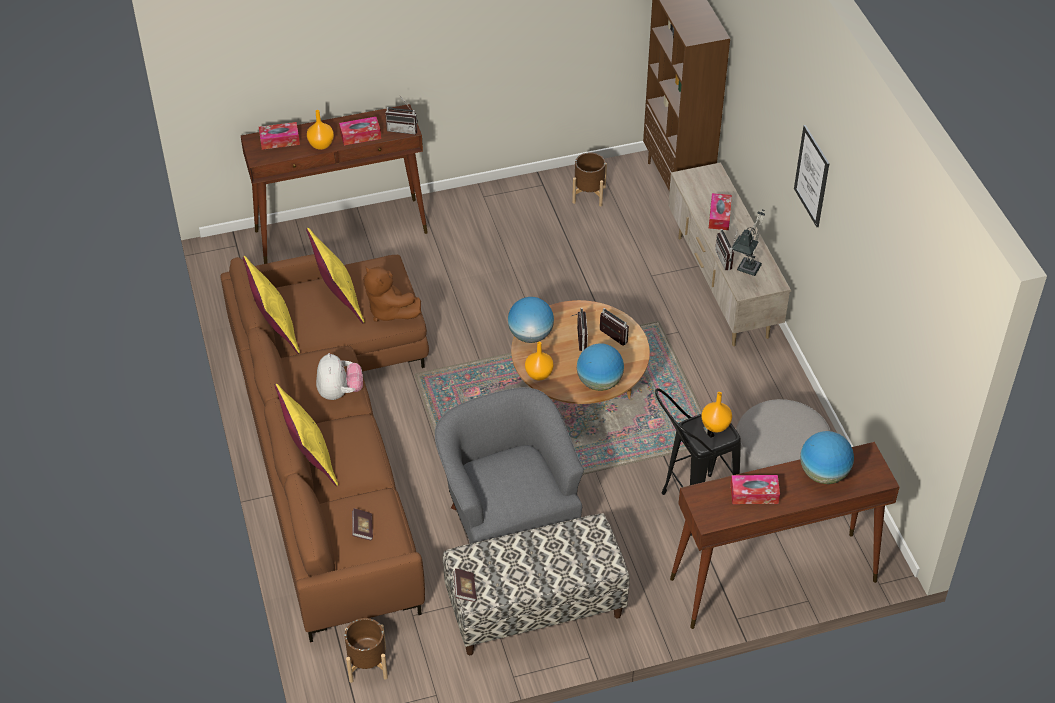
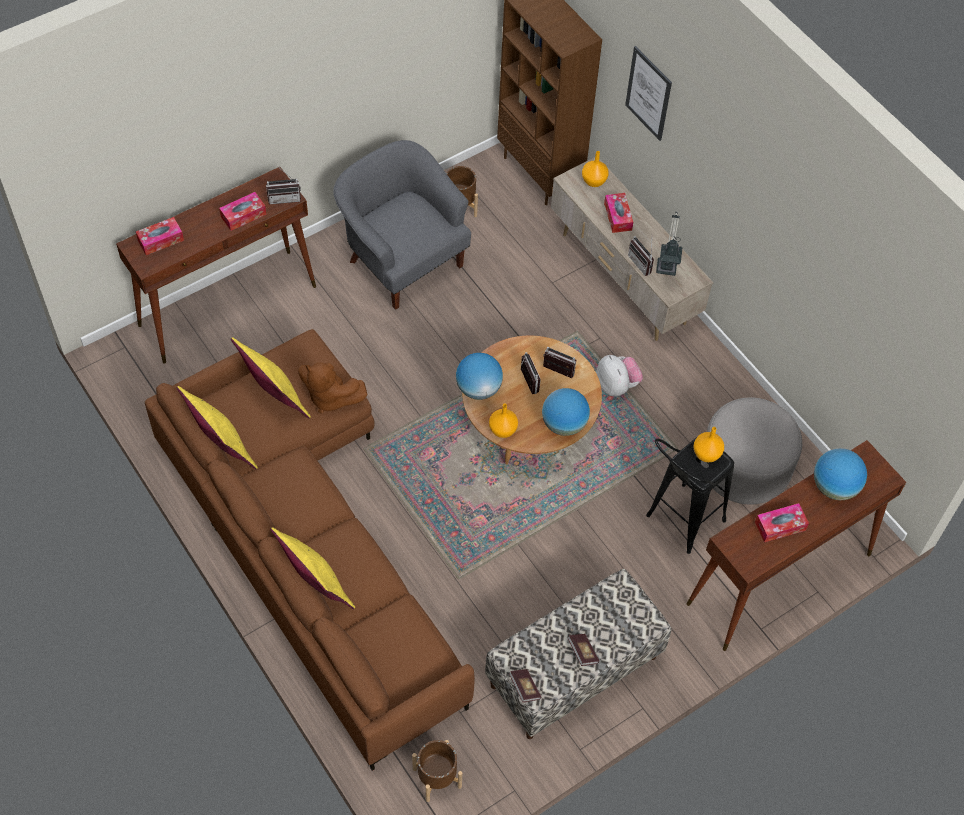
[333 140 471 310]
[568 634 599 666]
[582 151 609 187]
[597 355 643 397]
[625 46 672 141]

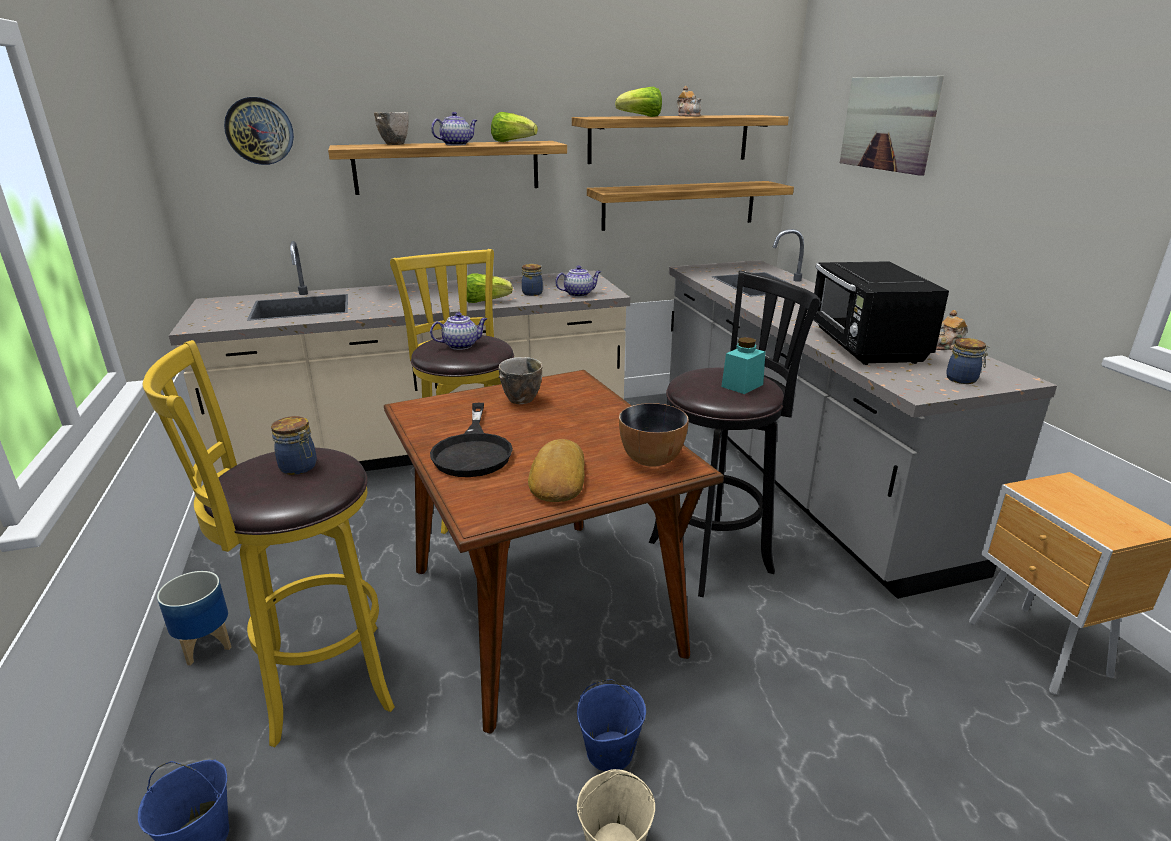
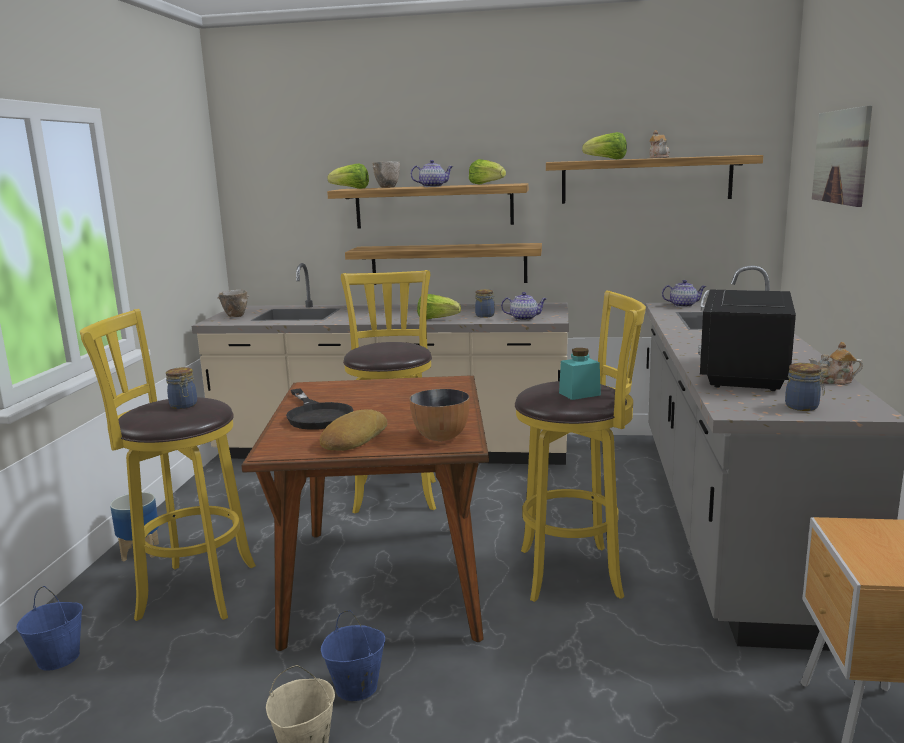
[217 290 249 317]
[286 388 353 430]
[327 163 369 189]
[345 243 542 285]
[515 291 646 602]
[662 280 706 307]
[224 97 294 165] (first image)

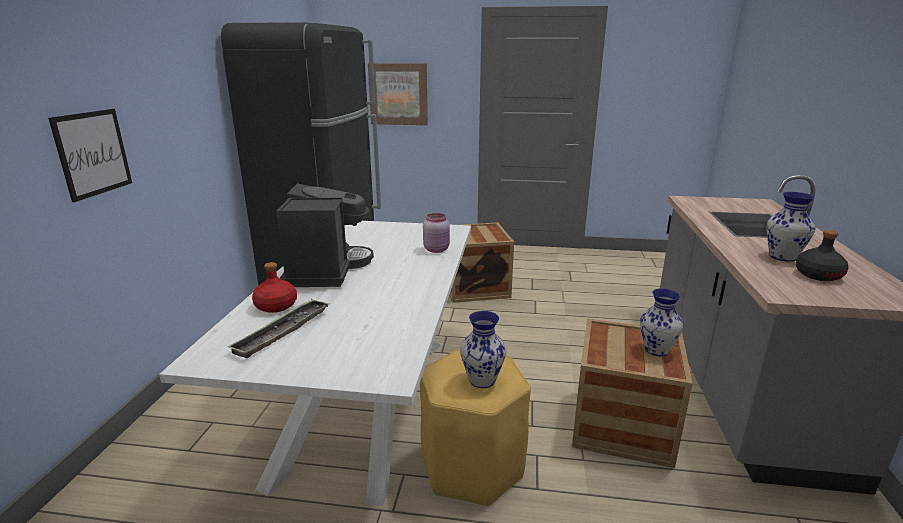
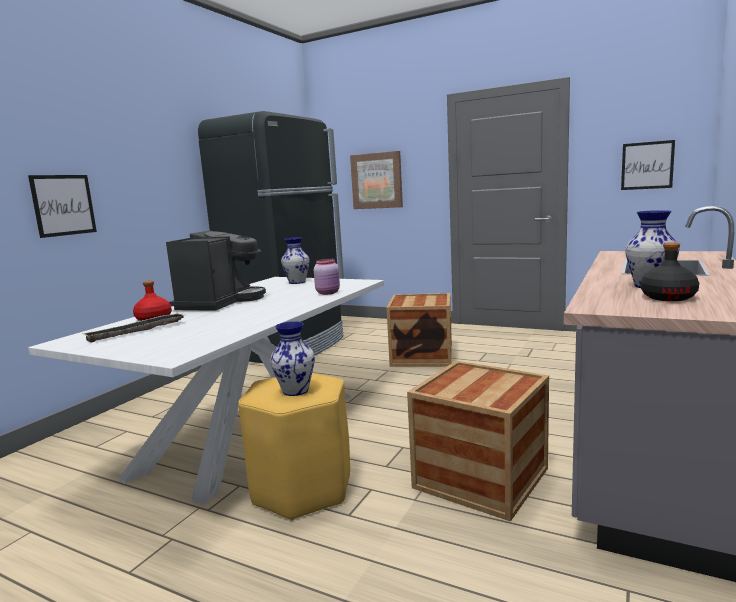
[281 237 309 284]
[621 140 675 190]

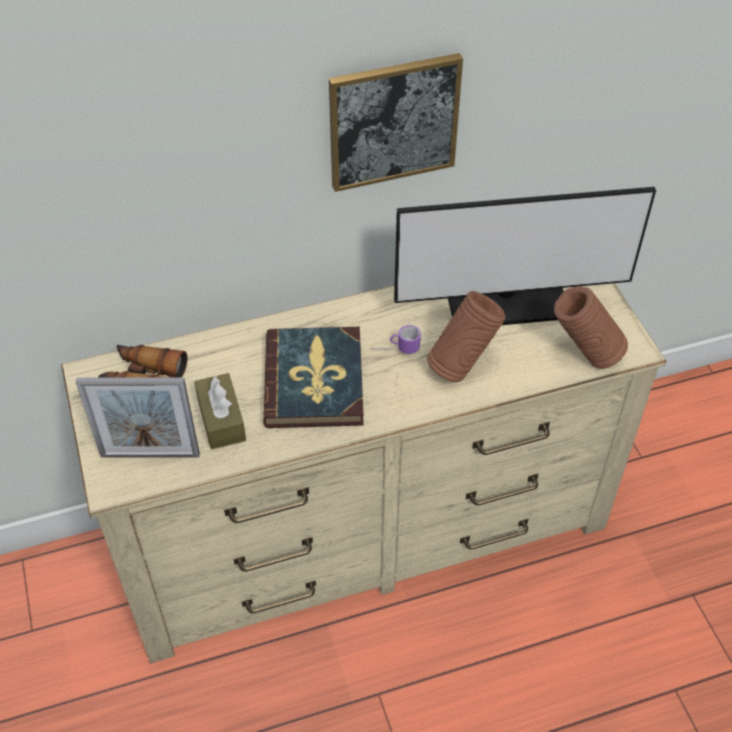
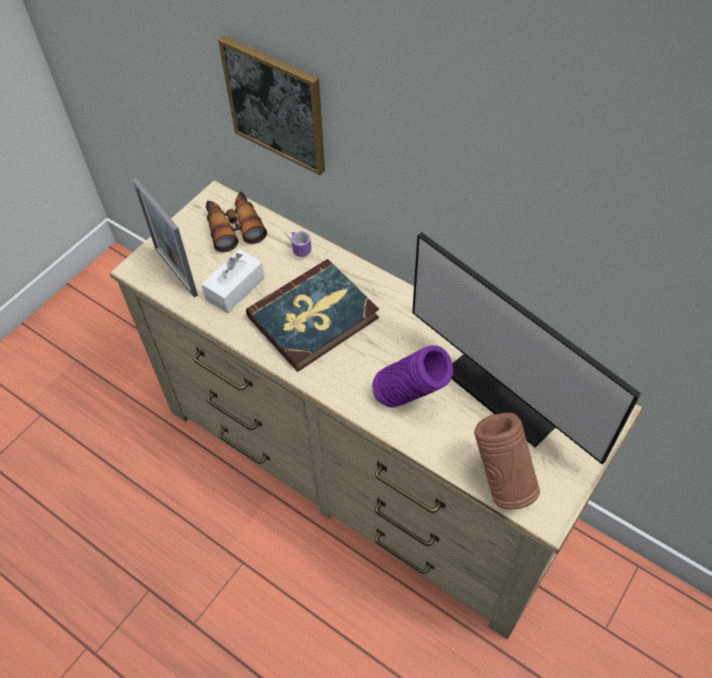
[201 249 264 313]
[218 36 325 175]
[285 231 311 257]
[372 345 453 408]

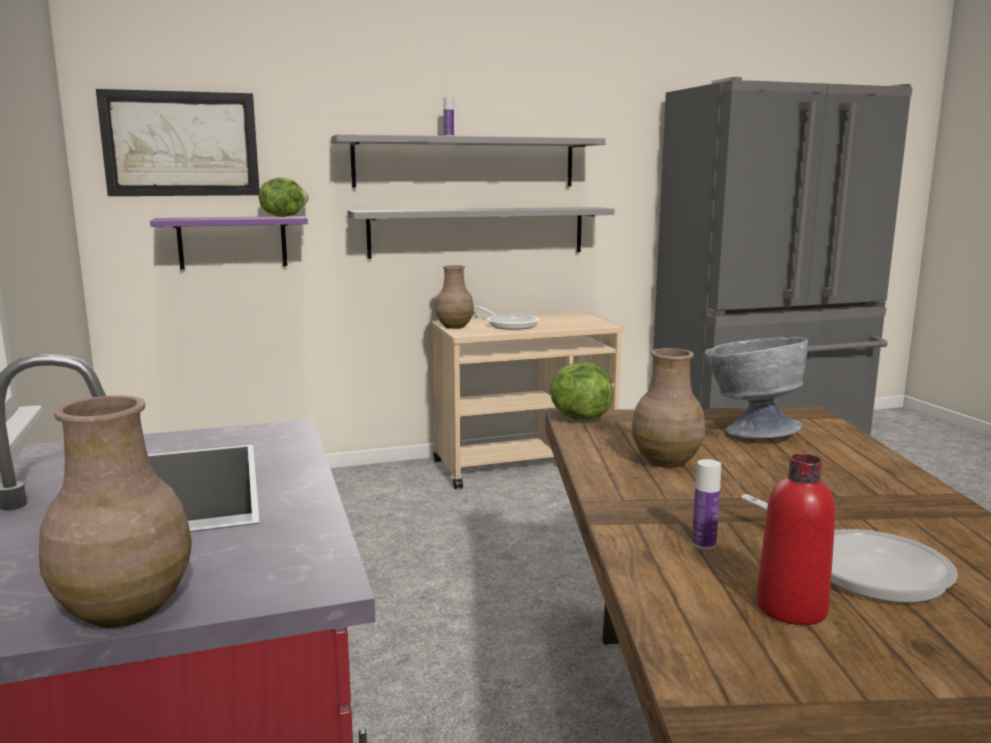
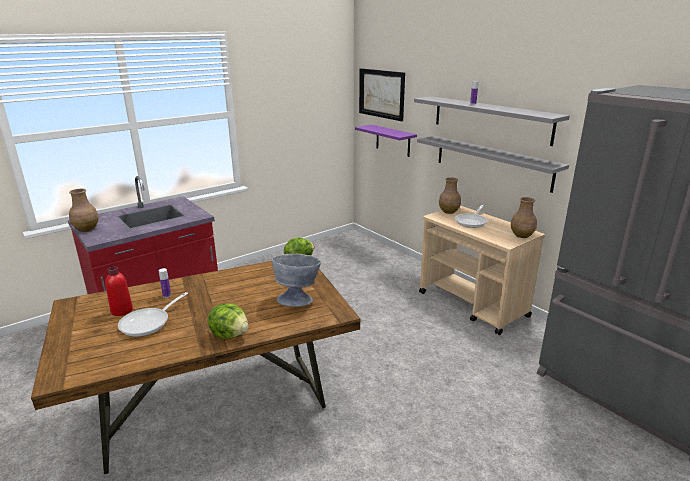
[207 303 248 339]
[511 197 537 238]

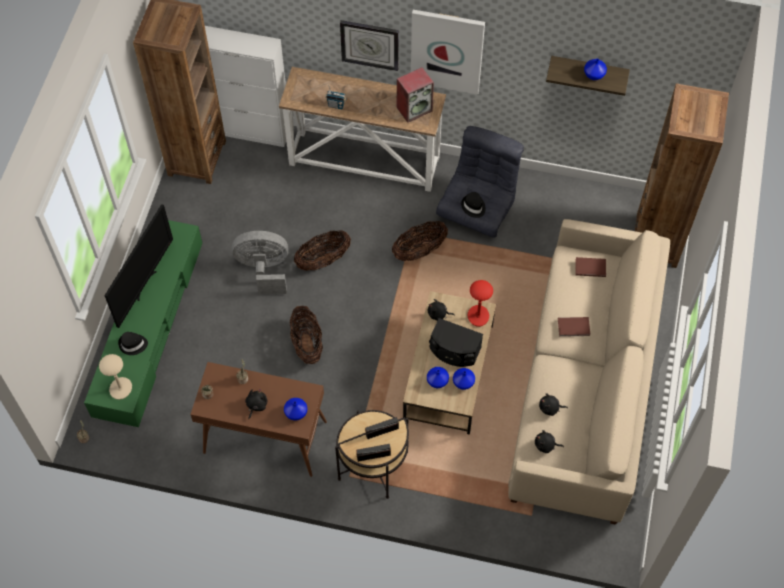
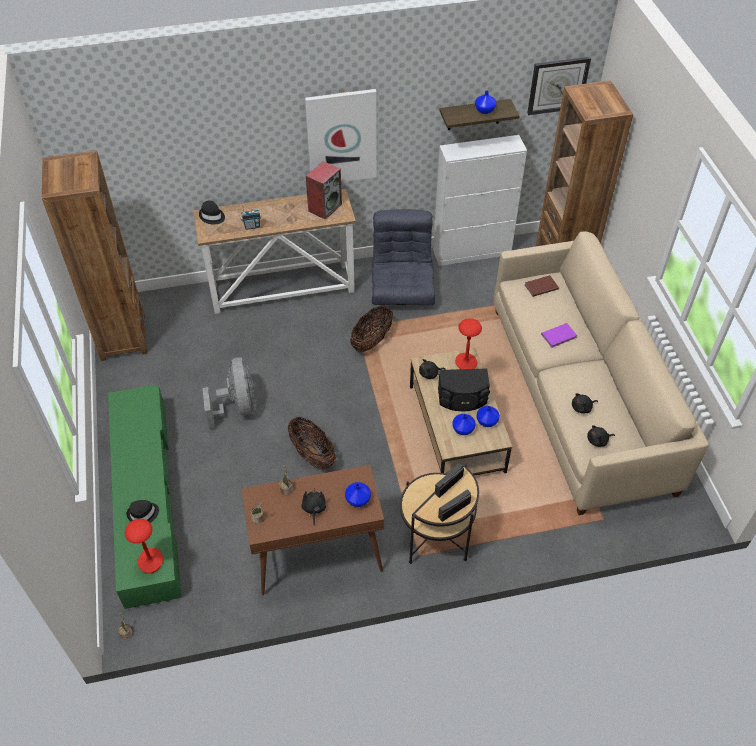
[124 519 163 574]
[199 200 225 224]
[203 357 254 429]
[433 135 527 266]
[527 57 591 115]
[541 323 577 348]
[104 204 173 328] (first image)
[294 230 351 271] (first image)

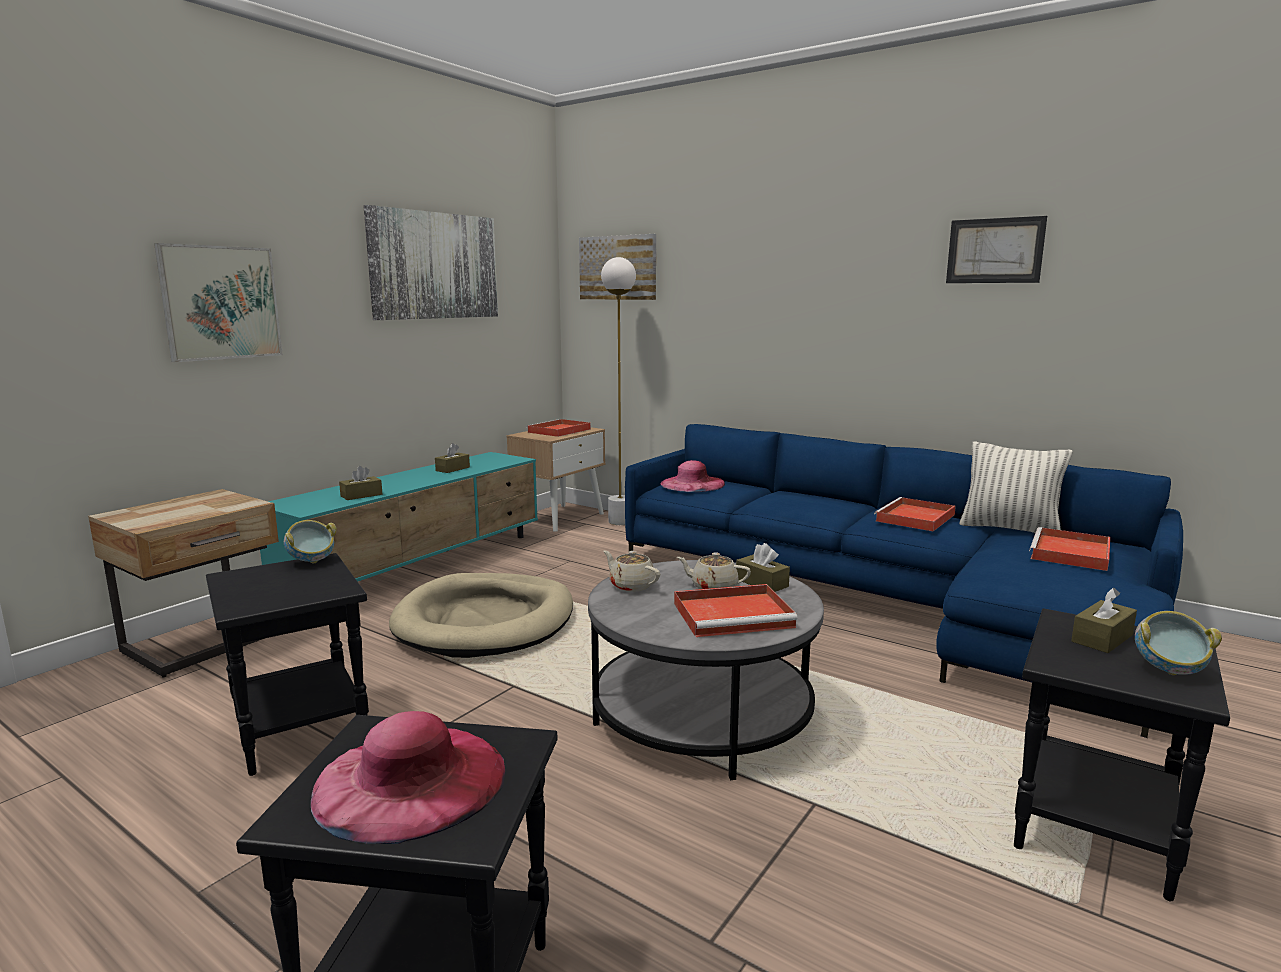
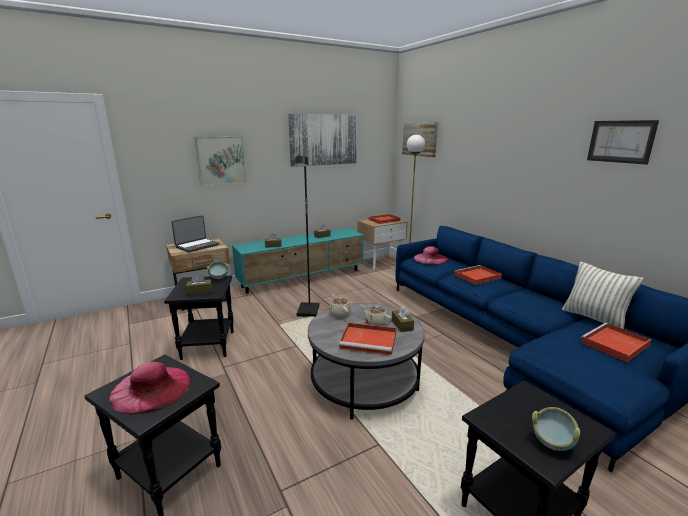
[171 215 219 253]
[186 274 212 295]
[295 156 320 317]
[454 265 502 285]

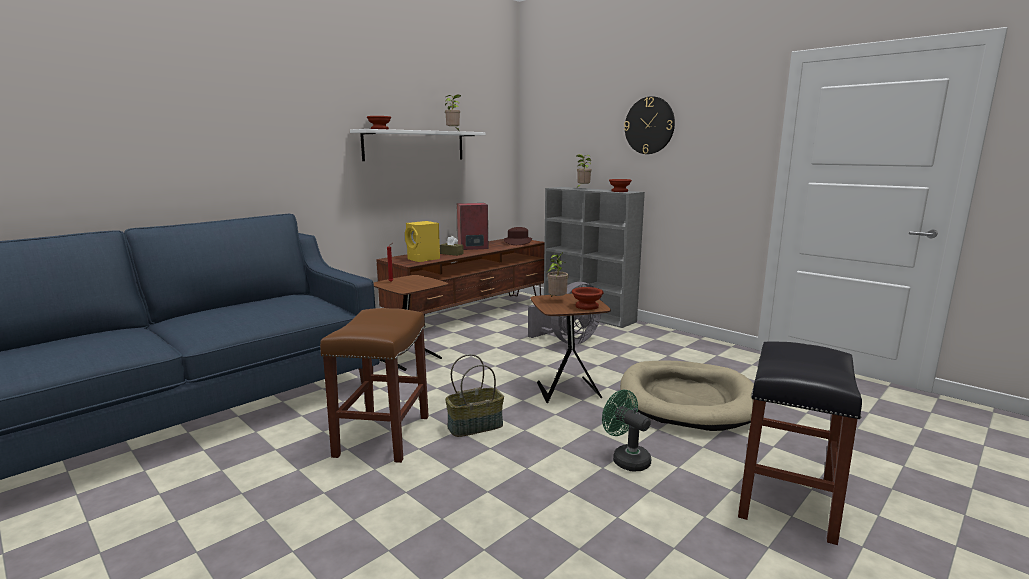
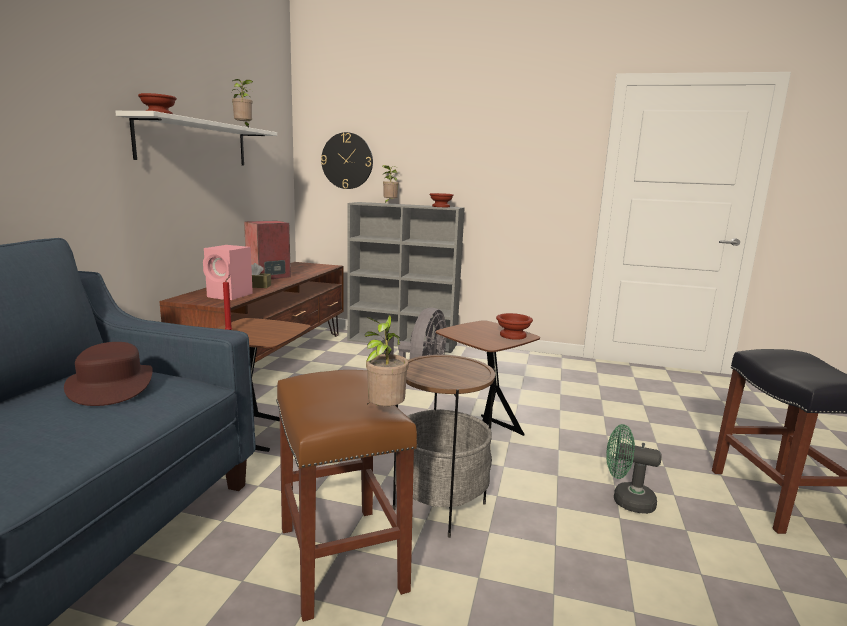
[64 342 153 406]
[203 245 253 300]
[321 132 373 189]
[365 315 409 406]
[393 354 495 538]
[620 360 754 431] (first image)

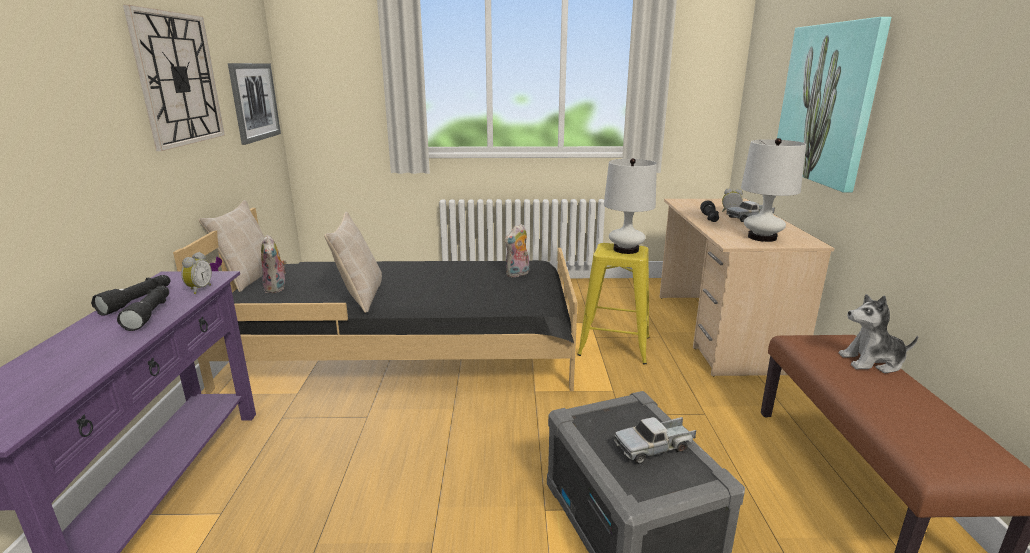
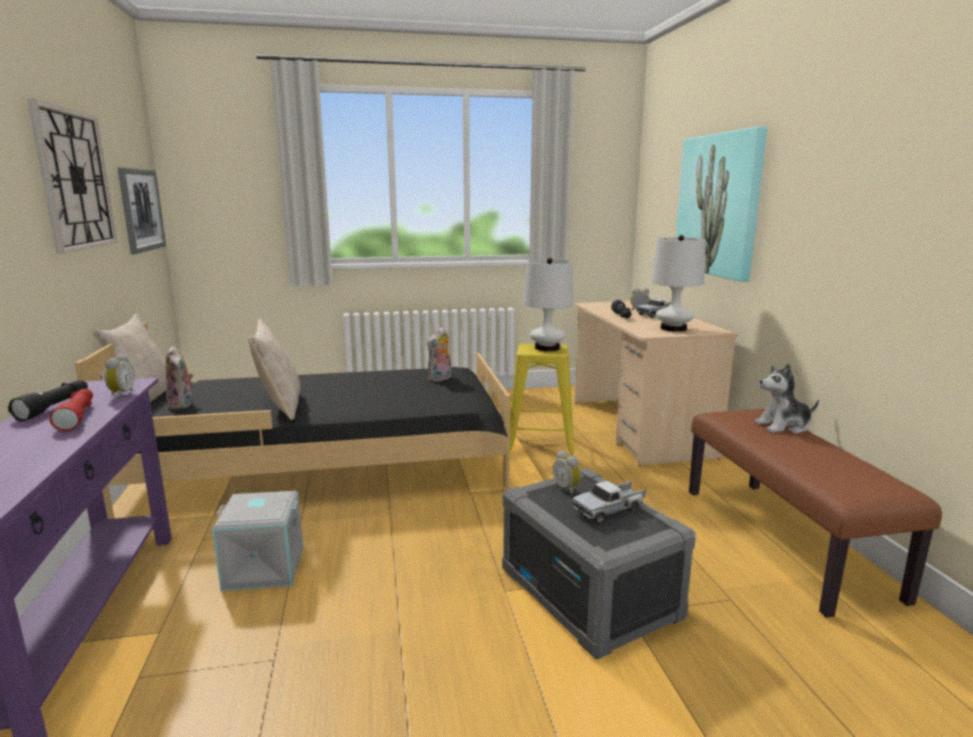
[50 388 93 431]
[212 491 303 591]
[553 450 581 495]

